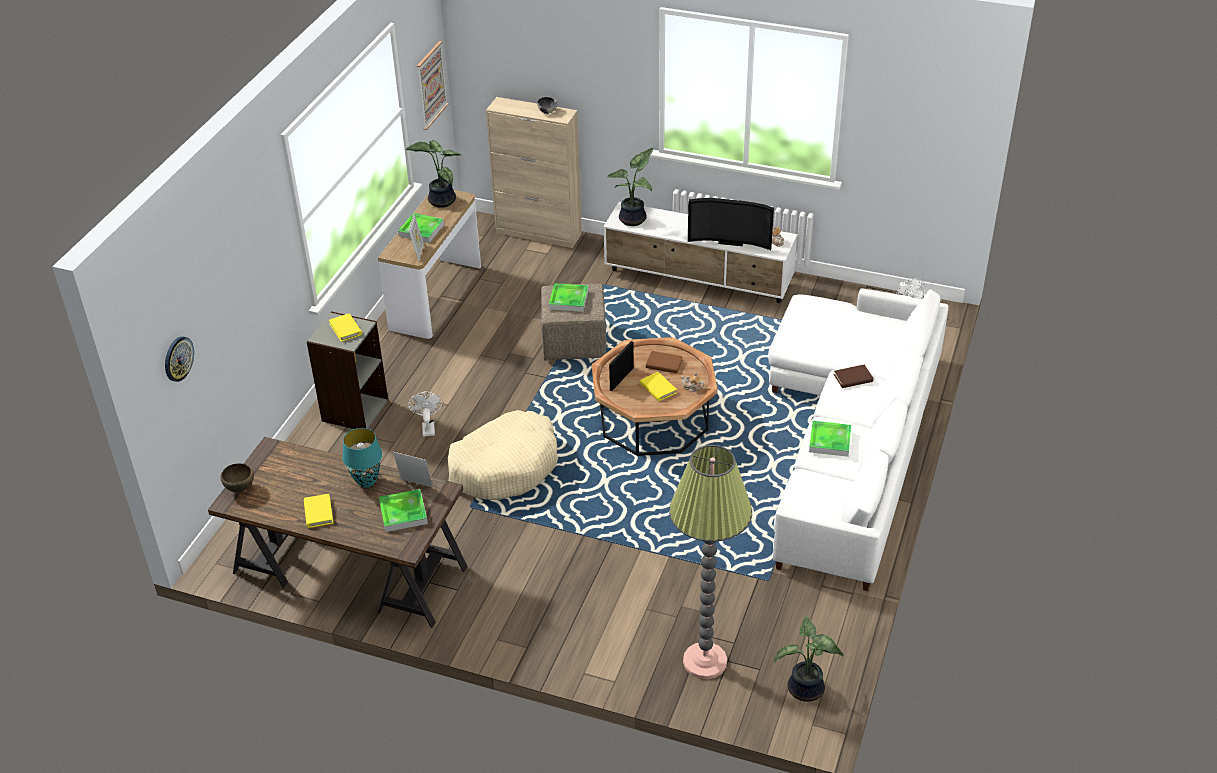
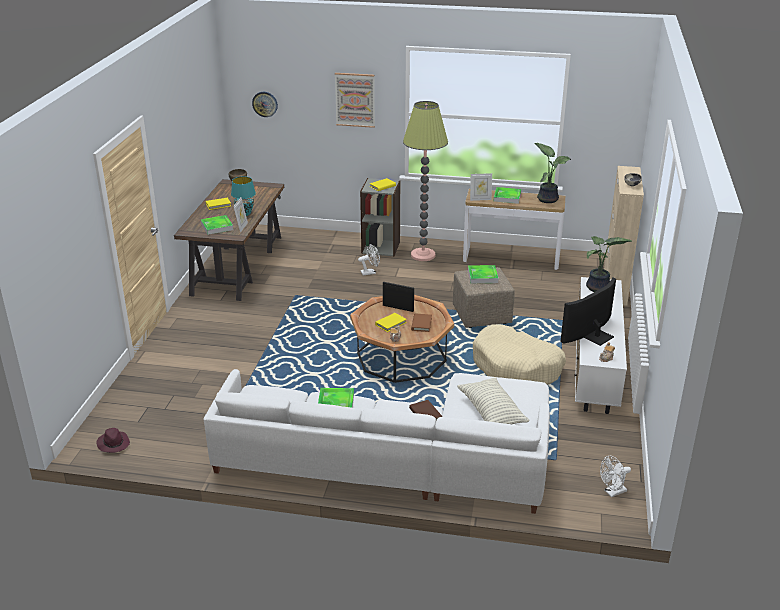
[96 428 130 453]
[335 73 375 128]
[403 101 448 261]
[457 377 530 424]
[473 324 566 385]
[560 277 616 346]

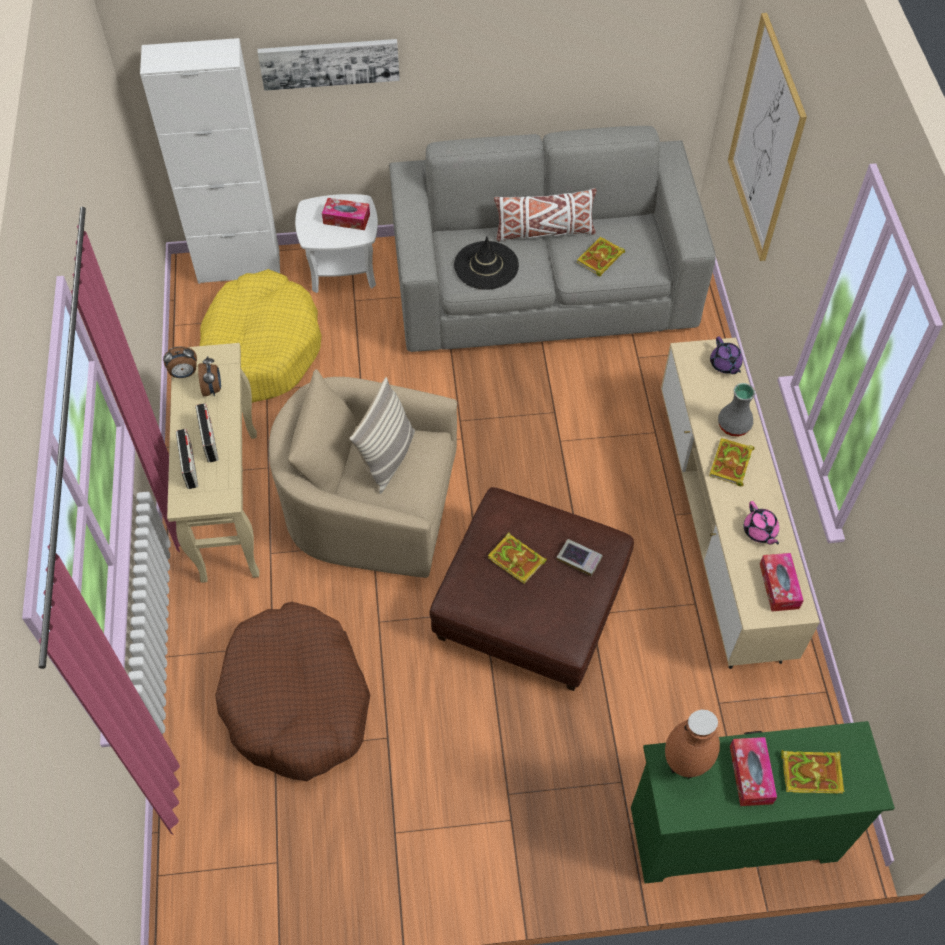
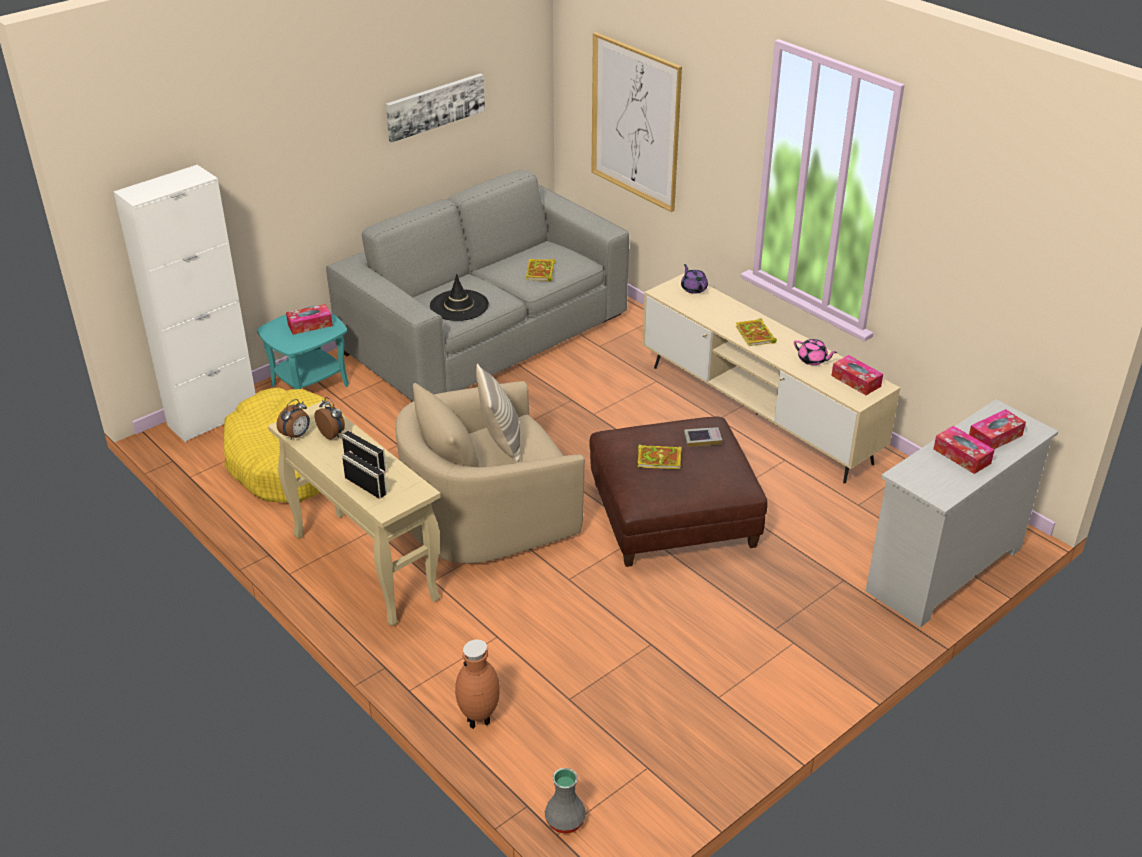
[257 306 349 389]
[386 73 485 142]
[455 639 500 729]
[545 768 586 833]
[681 264 708 294]
[865 399 1058 627]
[969 409 1026 449]
[215 602 370 781] (first image)
[494 188 596 242] (first image)

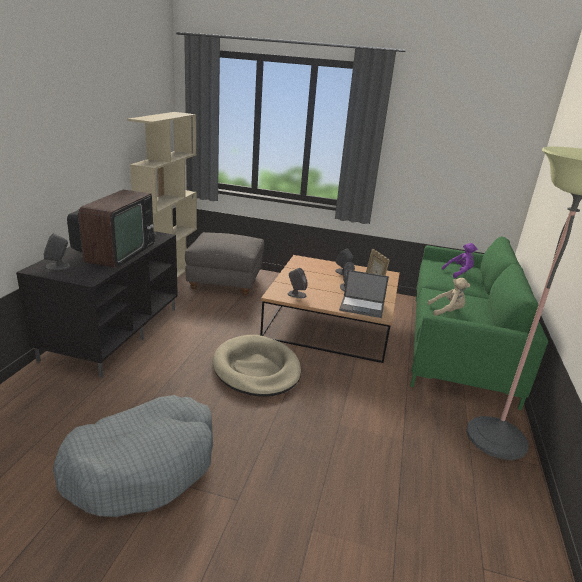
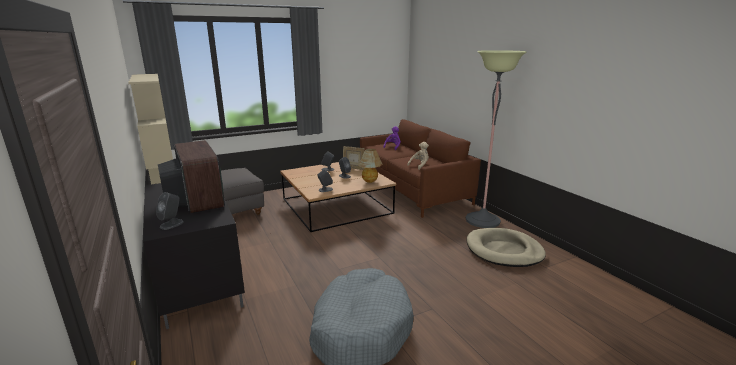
[359 149 382 183]
[360 119 481 218]
[467 228 546 267]

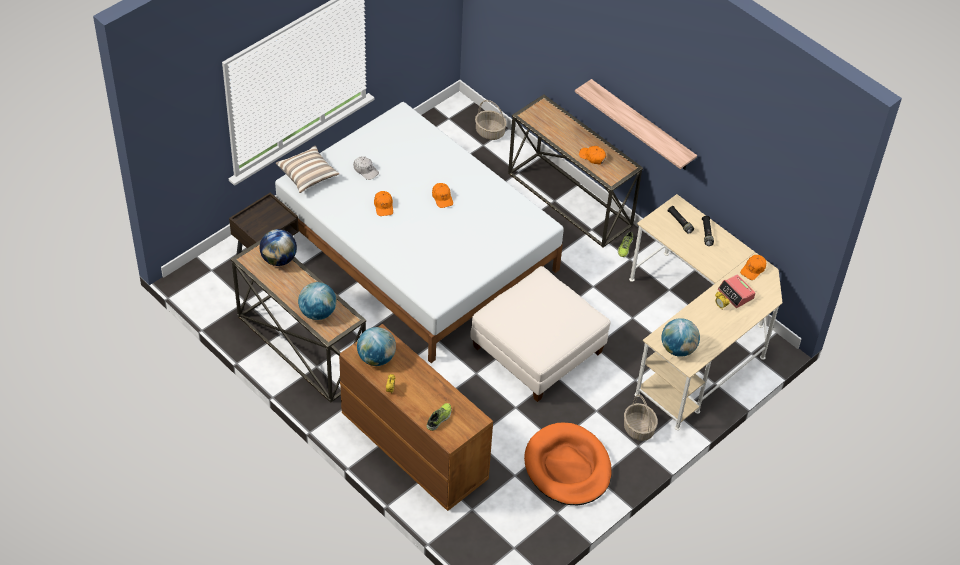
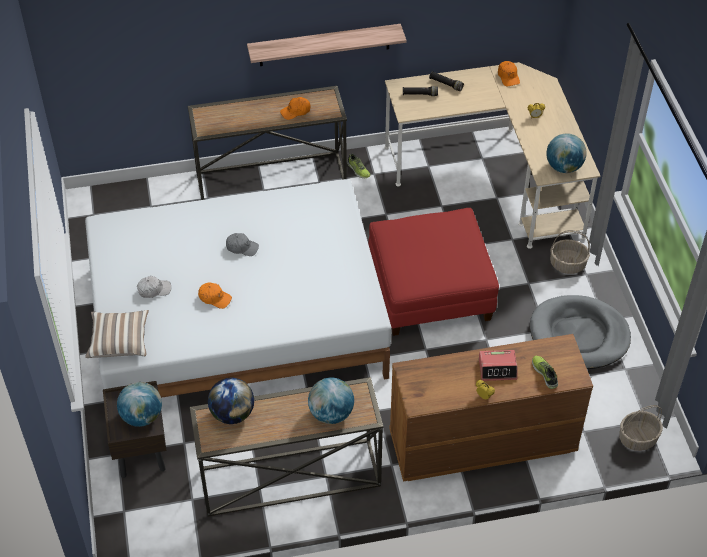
[117 382 162 427]
[226 233 259 256]
[368 208 499 336]
[479 350 518 381]
[530 295 631 369]
[619 405 663 451]

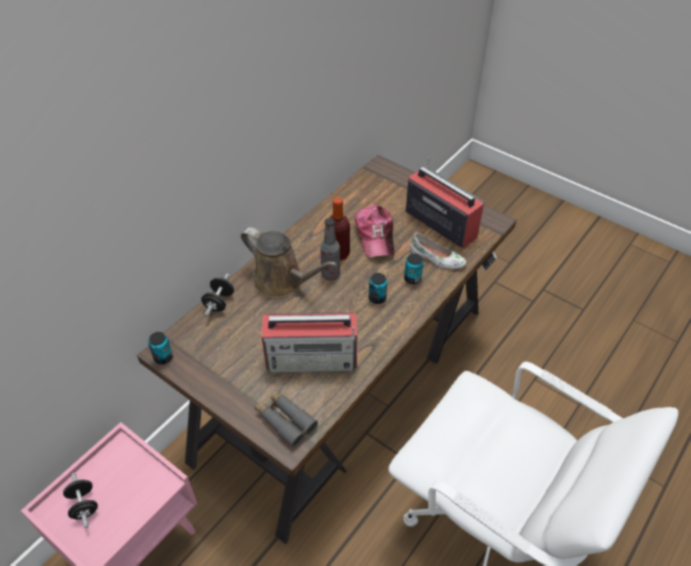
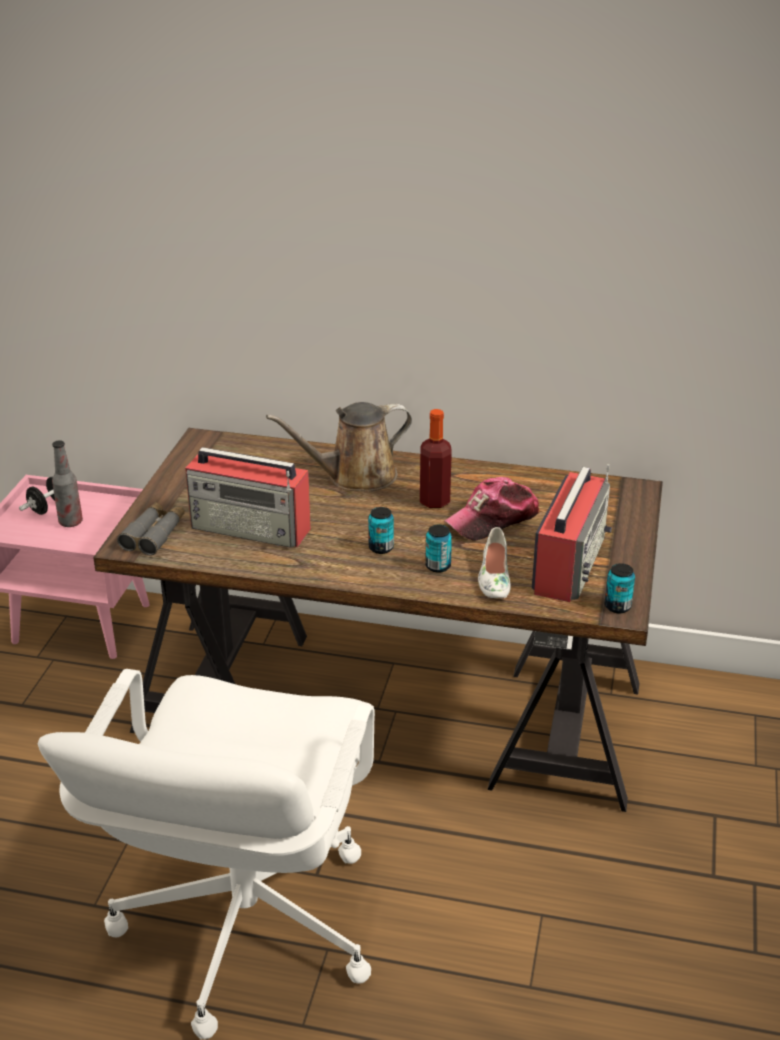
[52 440 83 527]
[185 447 311 548]
[266 402 412 491]
[605 563 635 613]
[201 274 234 316] (first image)

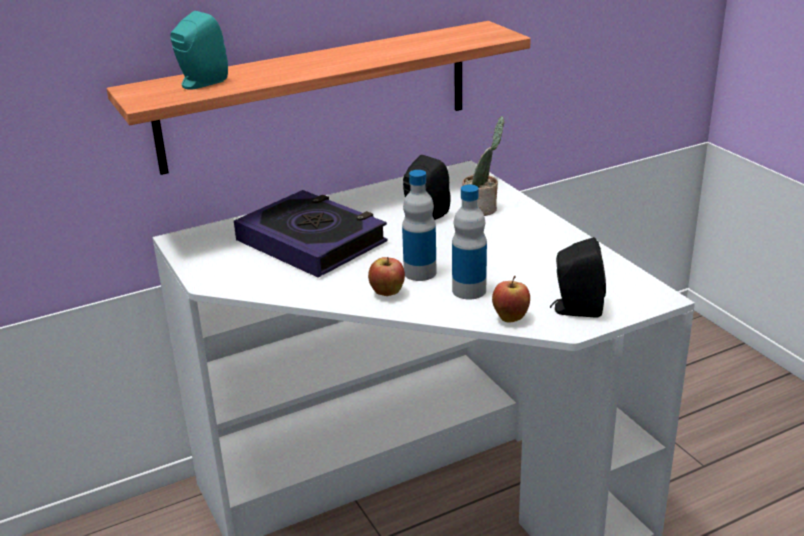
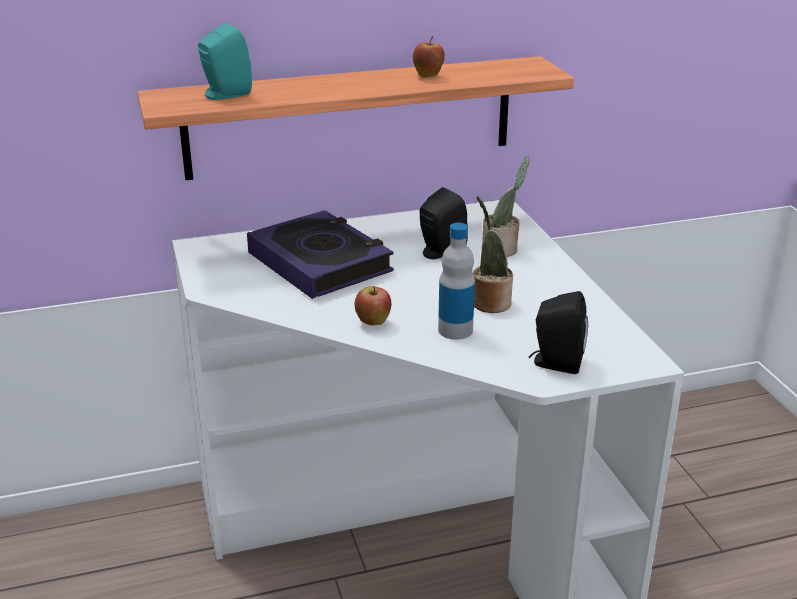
[413 36 445 78]
[473 196 513 313]
[402 170 437 281] (first image)

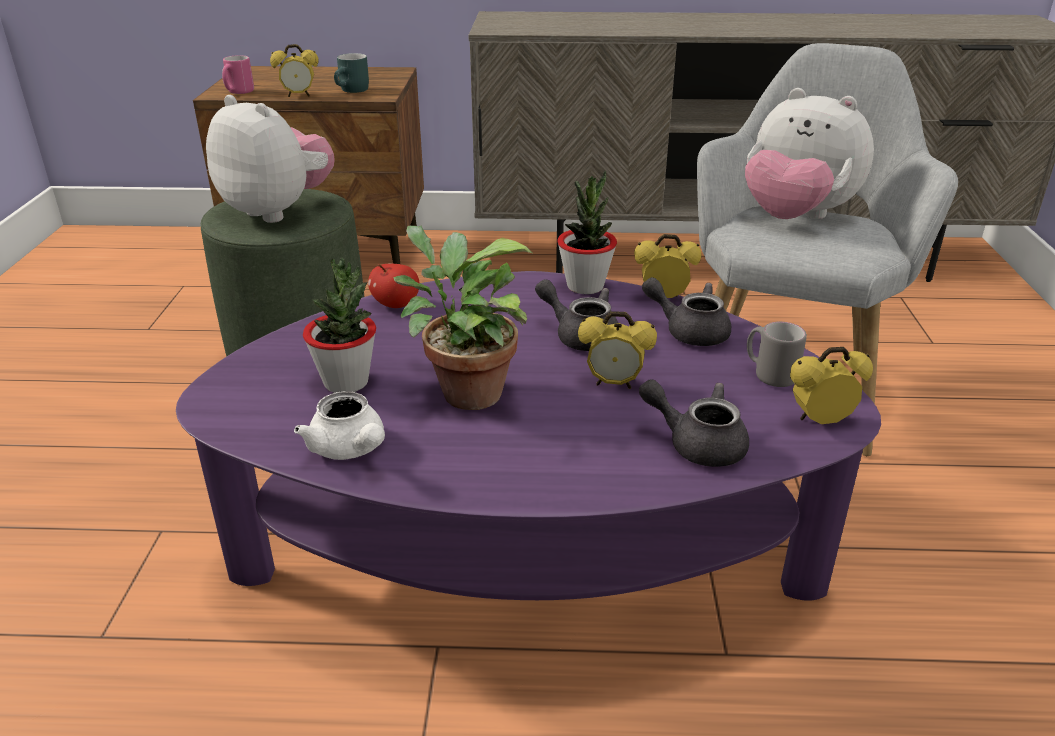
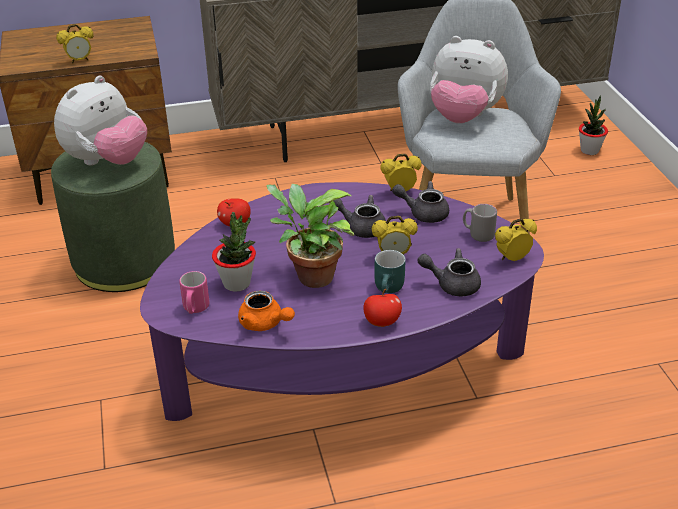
[54 75 147 165]
[179 271 210 314]
[238 291 295 331]
[363 289 402 327]
[374 250 406 293]
[579 96 608 155]

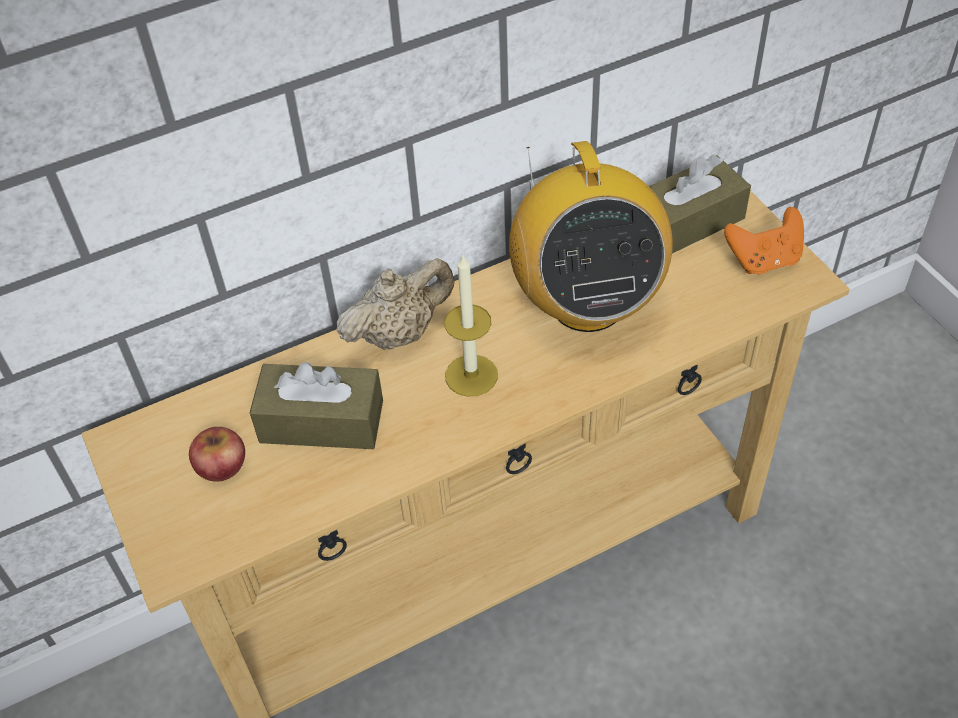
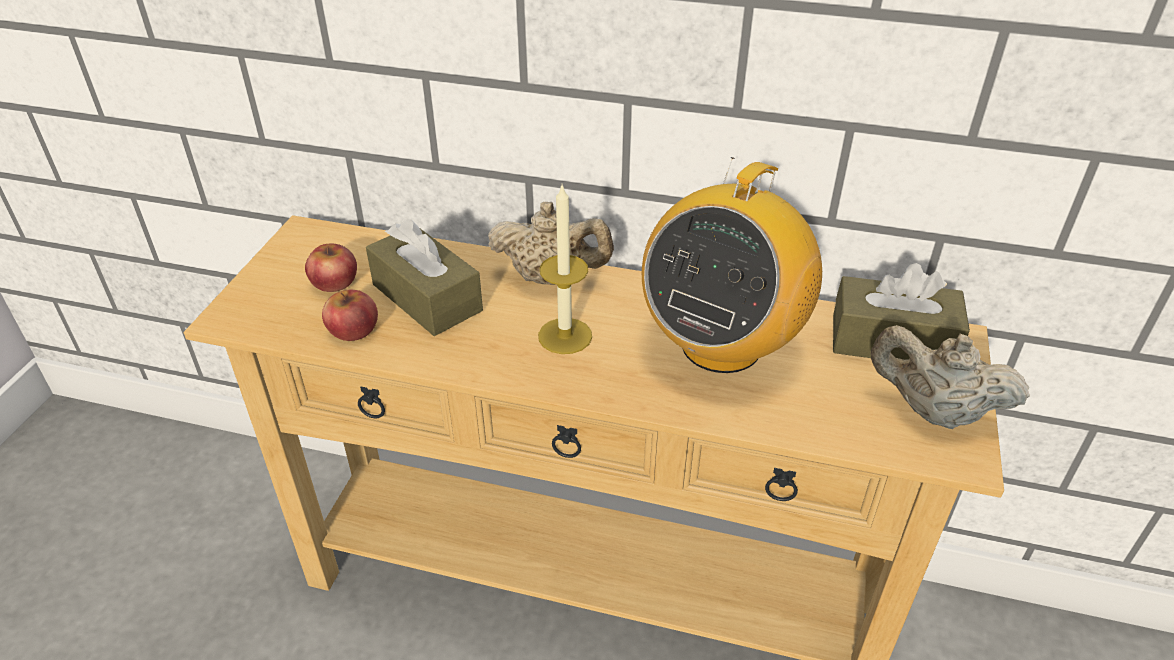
[322 290 378 341]
[871 325 1030 429]

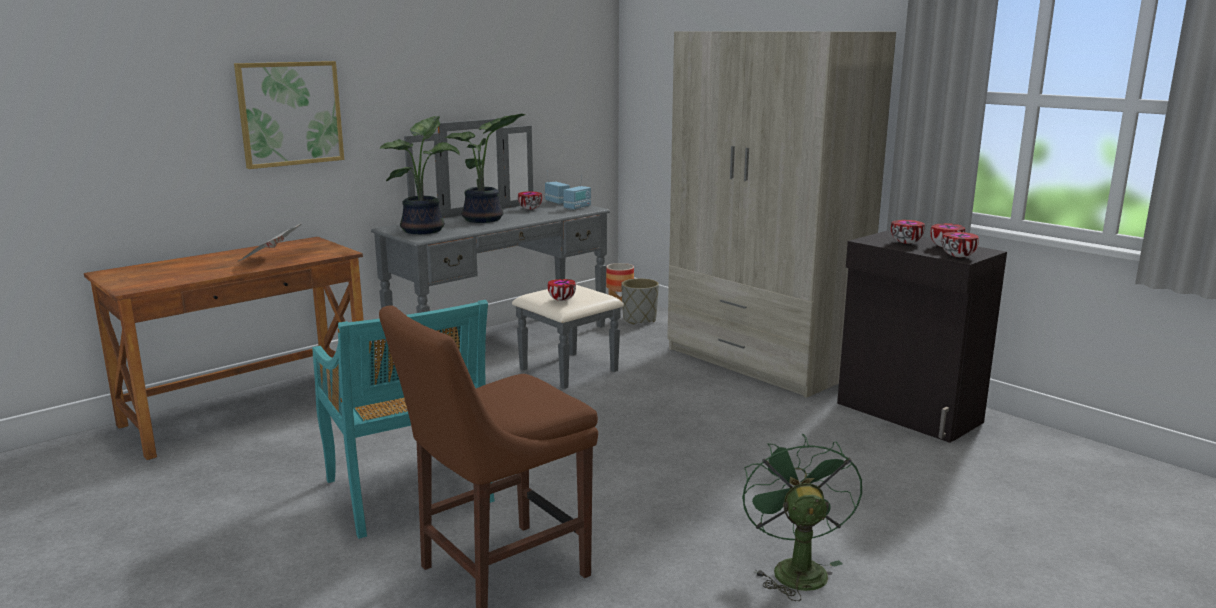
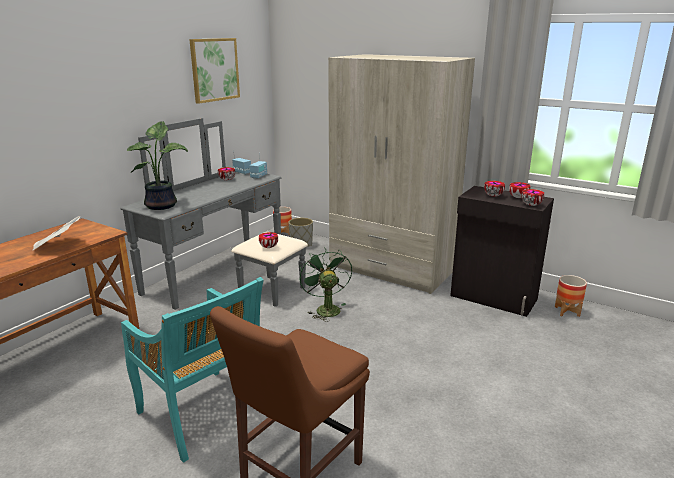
[189 38 240 104]
[299 248 352 322]
[555 275 587 317]
[445 114 526 223] (first image)

